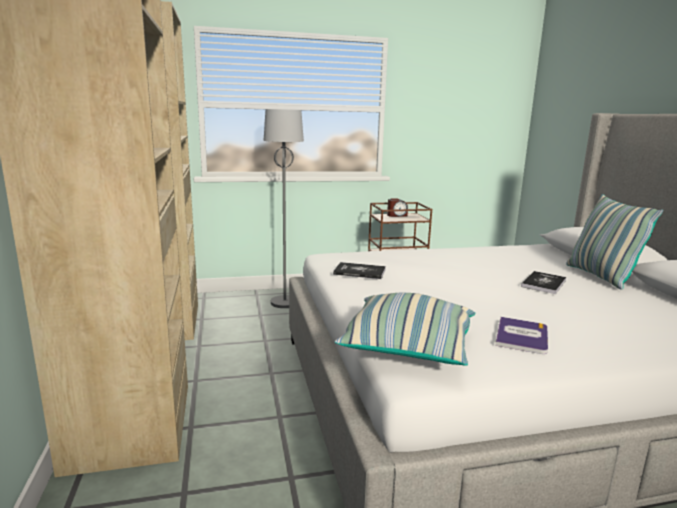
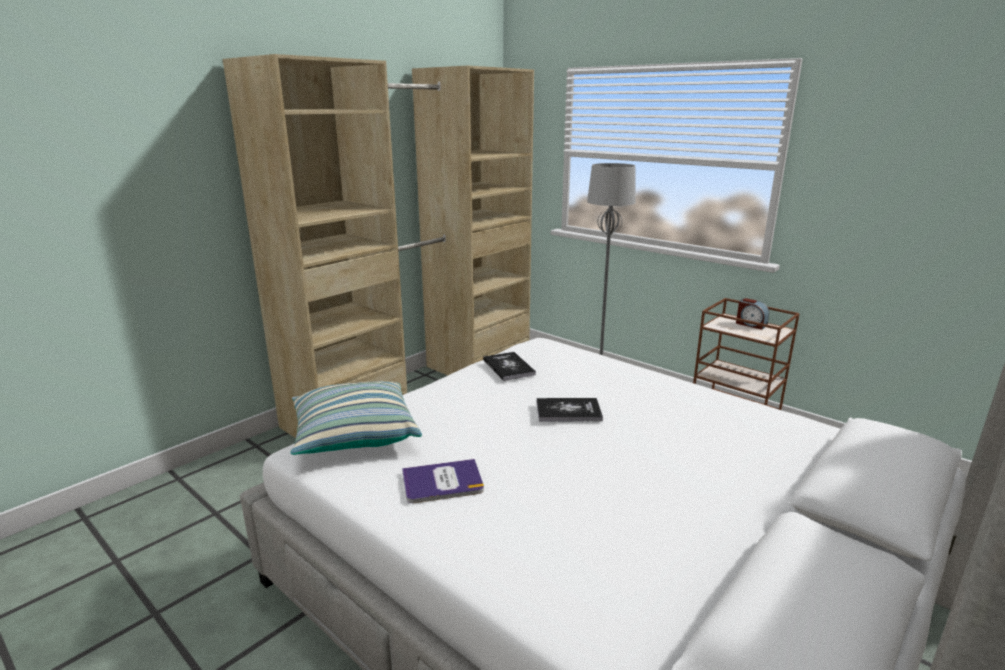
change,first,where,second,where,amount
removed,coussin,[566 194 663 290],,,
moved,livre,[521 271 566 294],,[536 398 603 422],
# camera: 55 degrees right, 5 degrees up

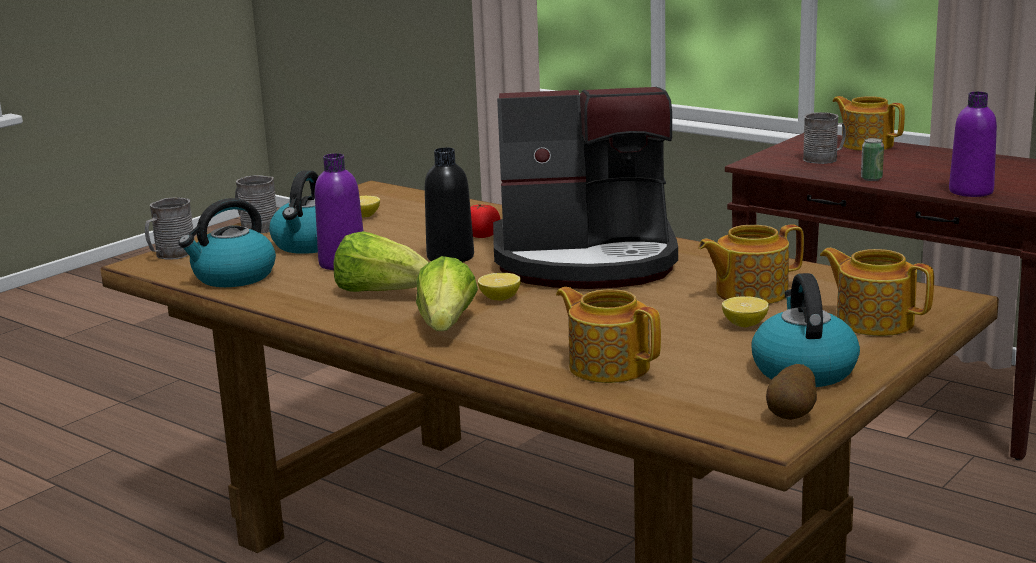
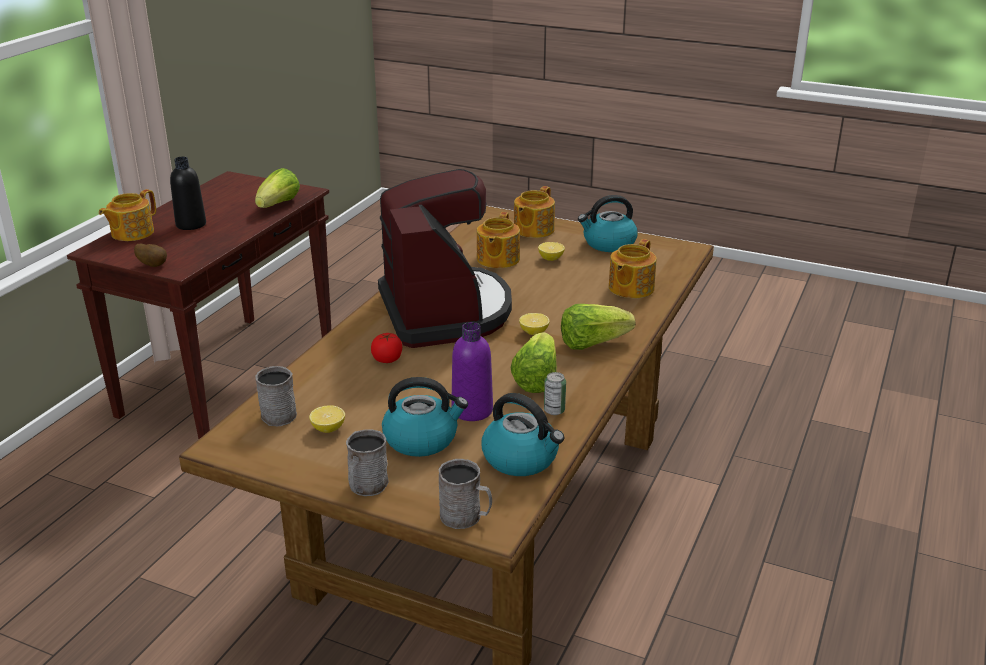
change,first,where,second,where,amount
moved,bouteille (noir),[425 147 474 262],,[170 157 206 230],
moved,pomme de terre,[766 364 817 420],,[134 243 167 267],
moved,mug (gris),[803 112 846 164],,[255 366 297 426],
moved,boîte métallique,[861 138 884 181],,[544 372 566 415],
replaced,bouteille (violet),[949 92 997 197],laitue,[255 168 300 208],
turned,théière,[698 224 804 304],,[477 212 520 268],45 degrees clockwise
# camera: 105 degrees left, 10 degrees up

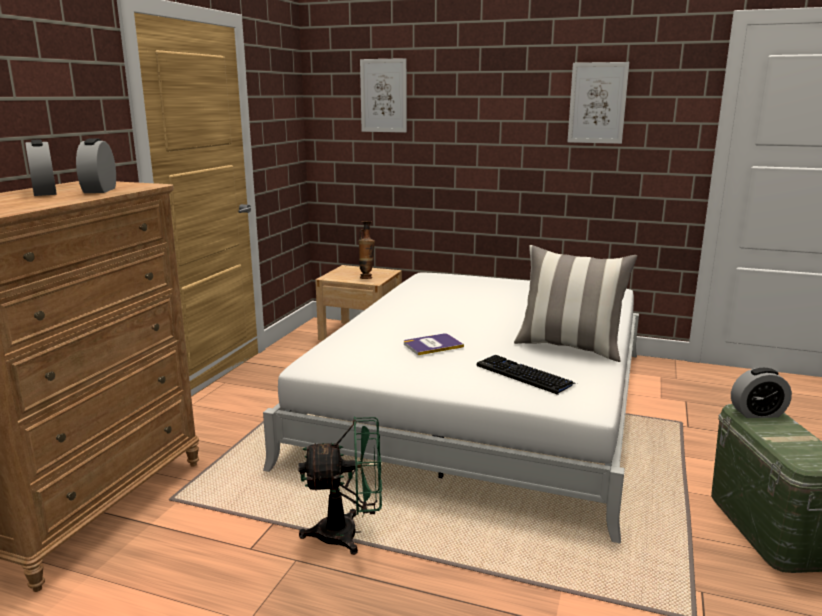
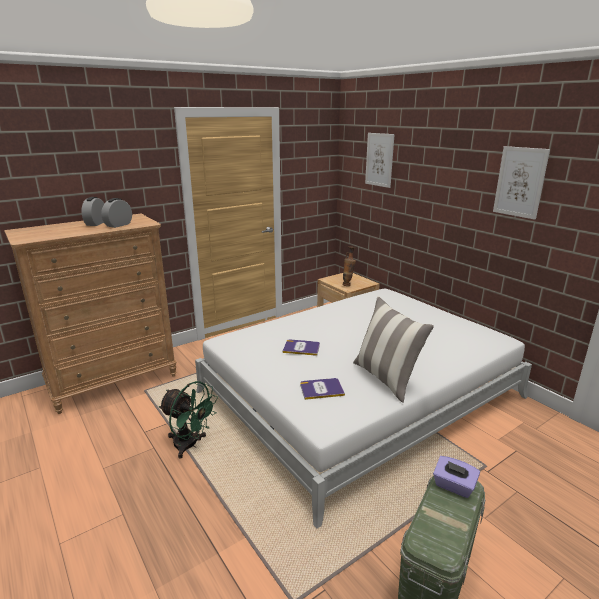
change,first,where,second,where,amount
replaced,clavier,[477 355 577 395],livre,[300 378 345 400],
replaced,réveil,[731 368 792 418],boîte à mouchoirs (violet),[433 456 480 498],
# camera: 35 degrees right, 5 degrees up

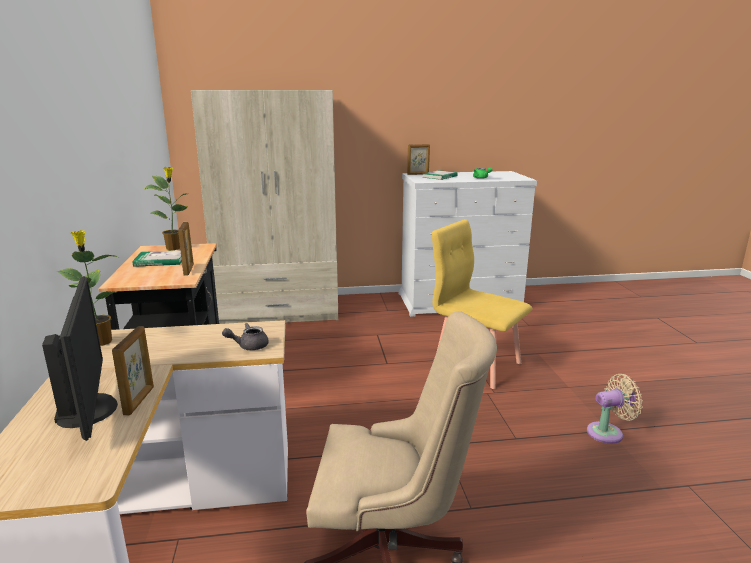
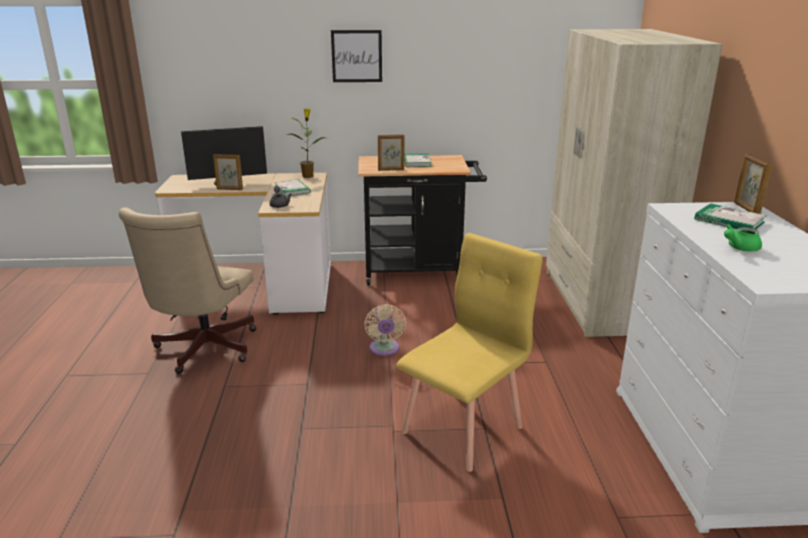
change,first,where,second,where,amount
removed,plante en pot,[144 167 188 250],,,
added,,,livre,[274 179 311 196],
added,,,tableau,[331 30 382 82],
moved,ventilateur (beige),[587 374 643 444],,[364 304 406 356],
# camera: 95 degrees right, 5 degrees up

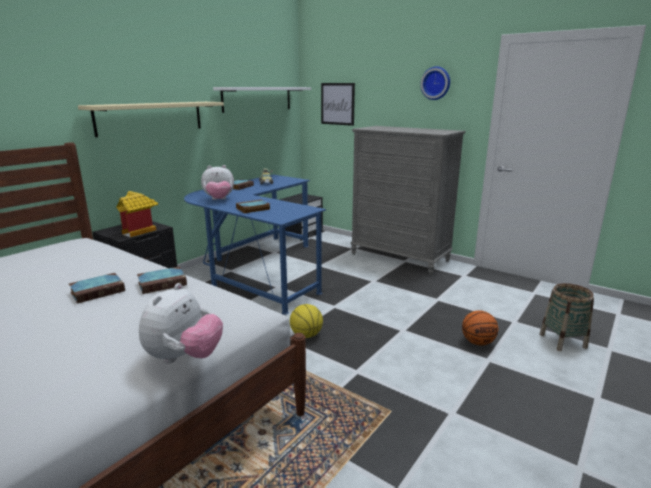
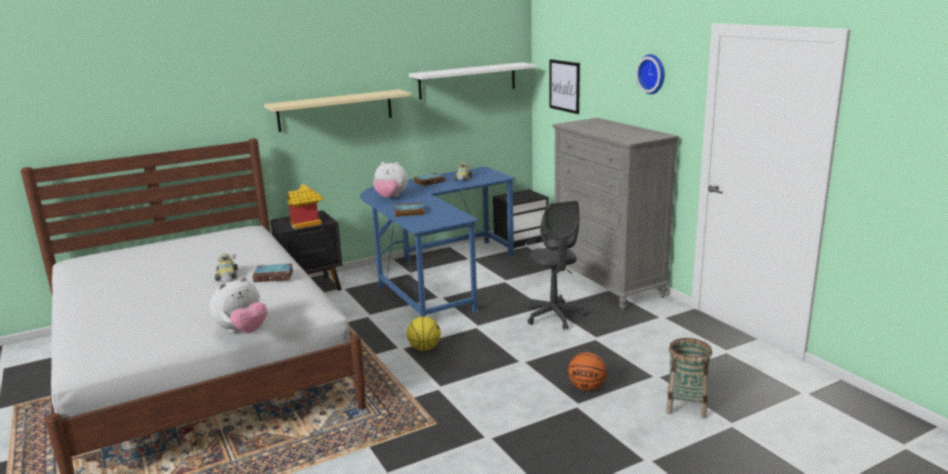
change,first,where,second,where,amount
added,,,chaise de bureau (gris),[527 201 586 330],
replaced,livre,[69 273 125 304],petite voiture,[215 253 238 281],
# camera: 25 degrees right, 0 degrees up

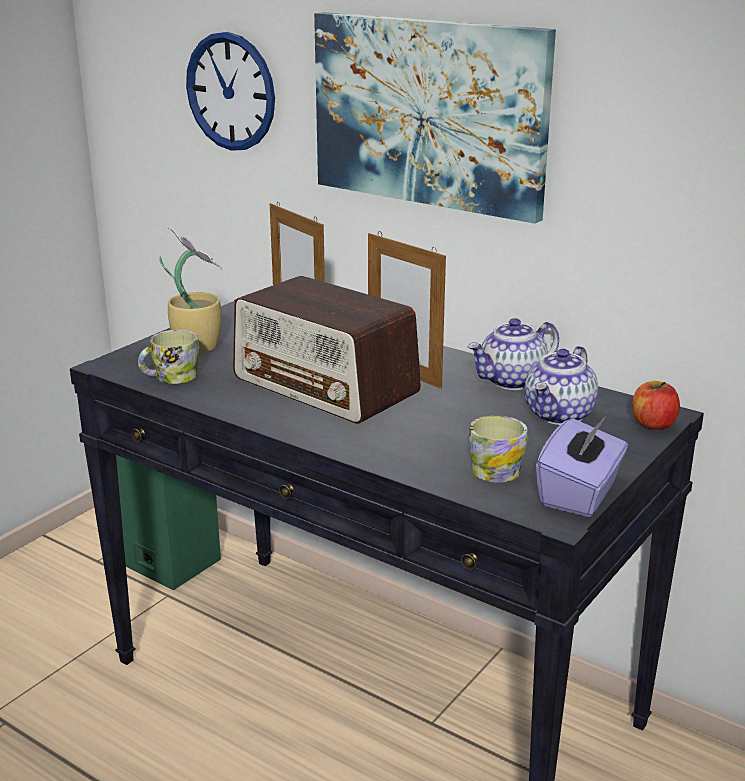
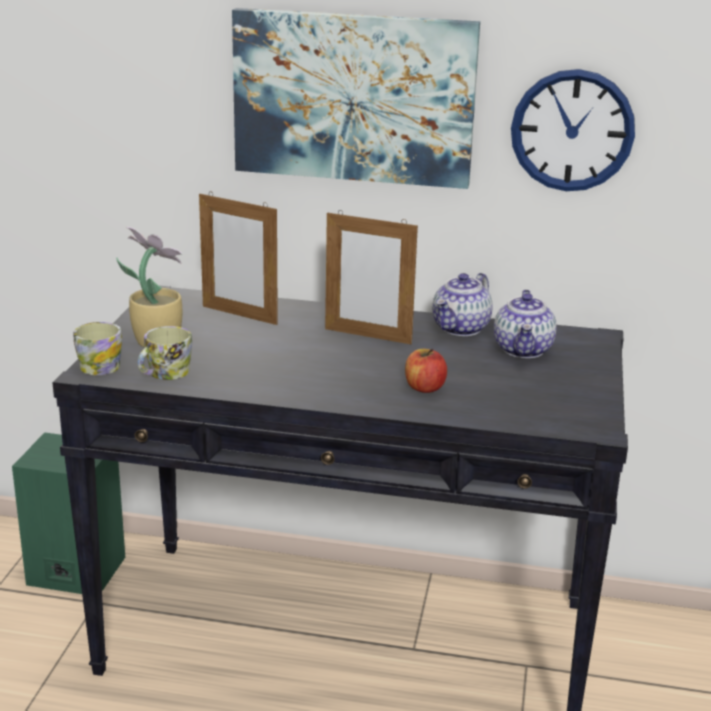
change,first,where,second,where,amount
removed,radio,[233 276 421 424],,,
removed,boîte à mouchoirs (violet),[536 416 628 517],,,
moved,horloge murale,[186 32 275 151],,[511 69 635 191],
moved,mug,[469 415 527 483],,[74 322 122 375],
moved,pomme,[632 381 680 430],,[405 349 447 393],
# camera: 25 degrees left, 0 degrees up

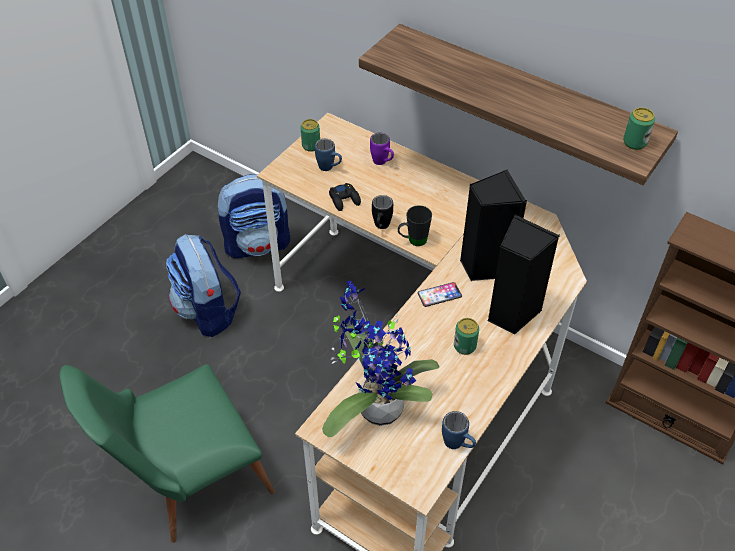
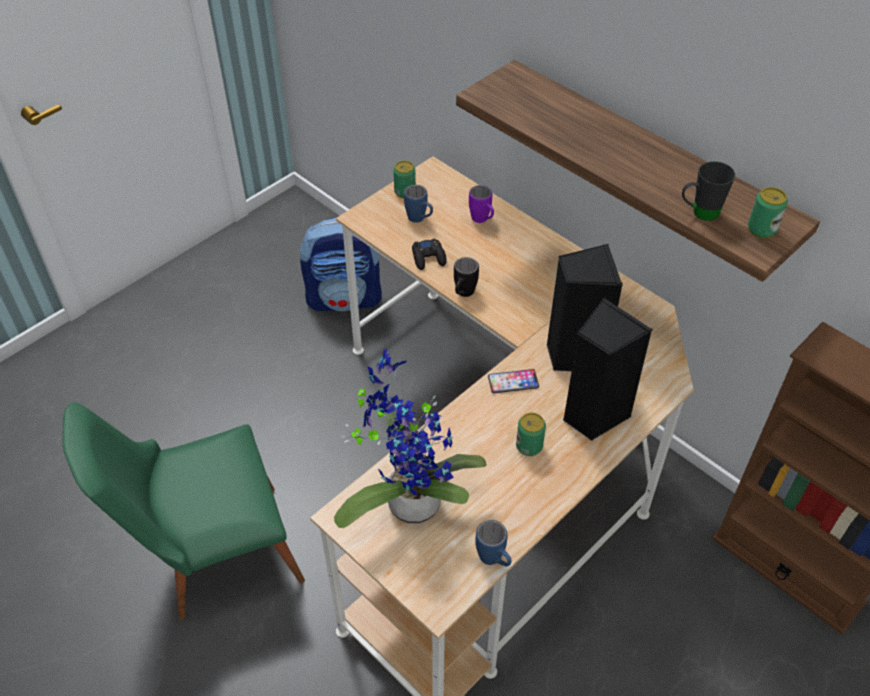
change,first,where,second,where,amount
removed,sac à dos,[166 234 241 337],,,
moved,mug (noir),[398 205 432 246],,[682 161 735 221],
# camera: 10 degrees right, 0 degrees up

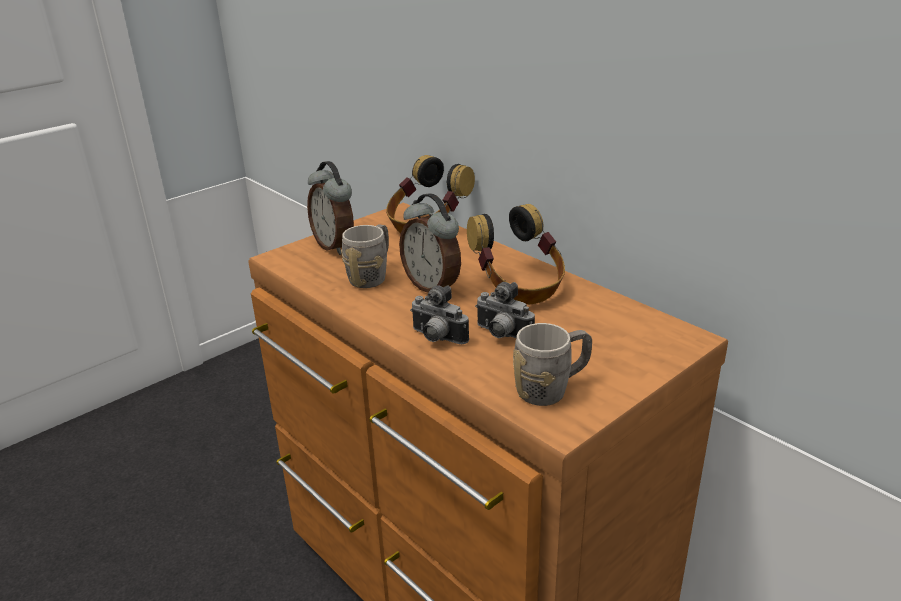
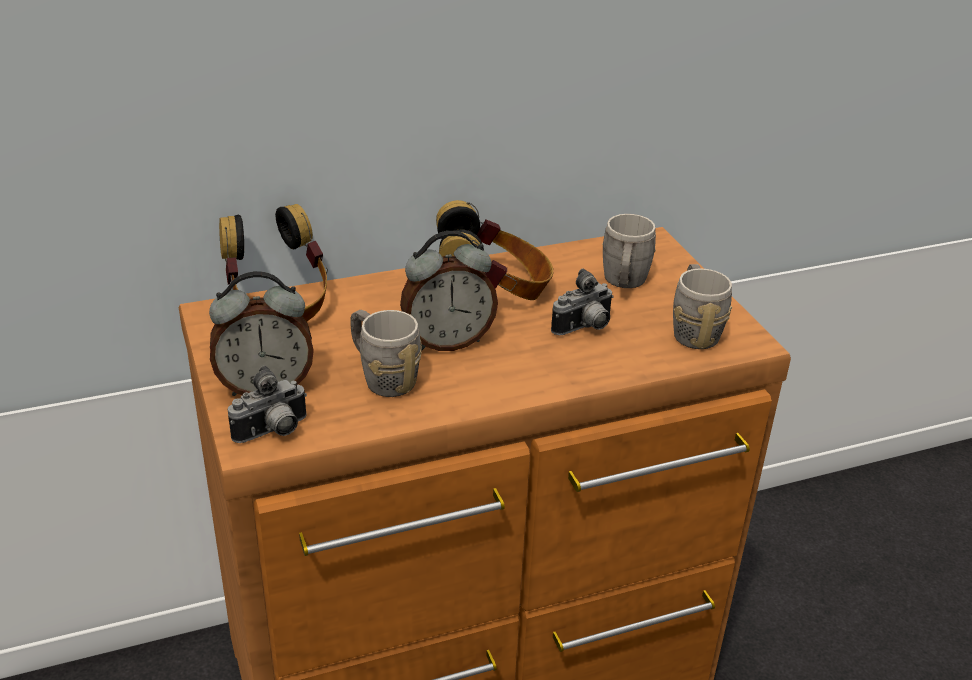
change,first,where,second,where,amount
added,,,mug (gris),[602 214 656 288],
moved,appareil photo,[410 285 469 344],,[228 365 307 443],
# camera: 70 degrees left, 5 degrees up

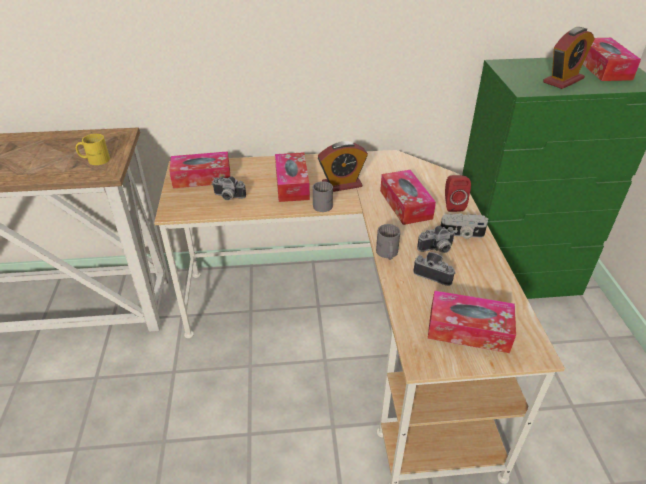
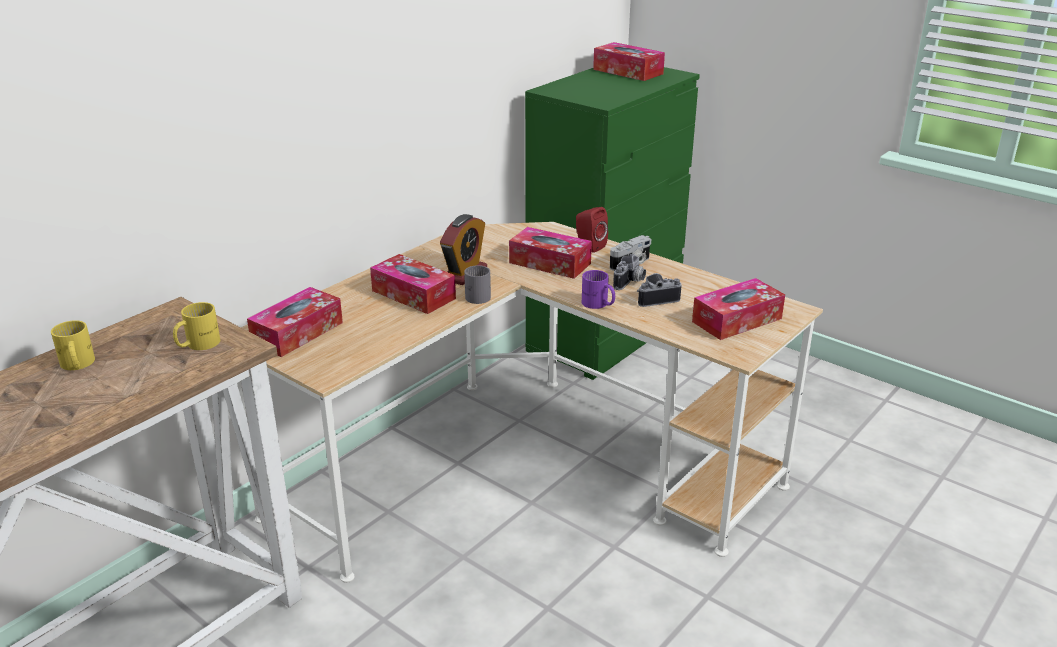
change,first,where,second,where,amount
removed,appareil photo,[212 176 246 200],,,
removed,réveil,[543 27 595 89],,,
added,,,mug (jaune),[51 320 95 370],
recoloured,mug (gris),[376 224 400 260],mug (violet),[582 270 615 309],
# camera: 45 degrees left, 10 degrees down

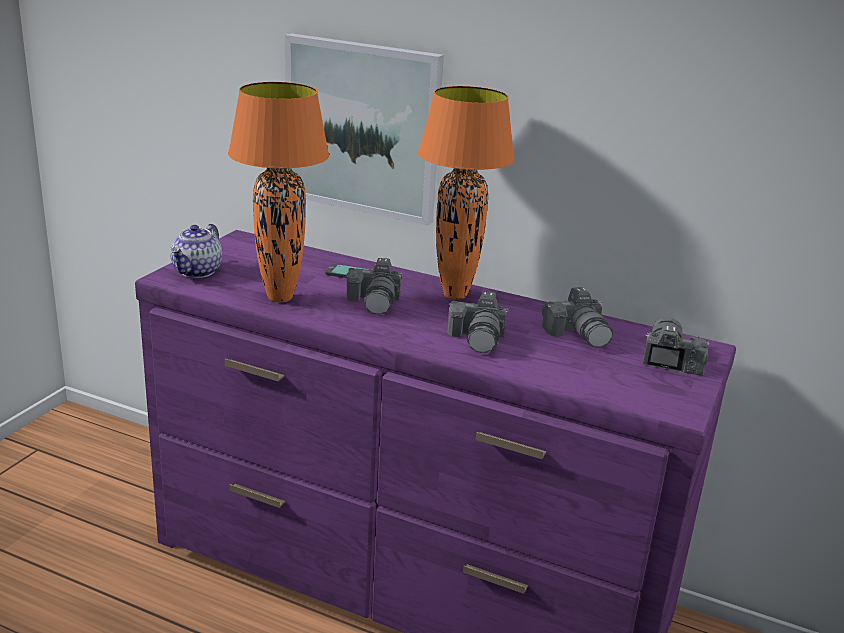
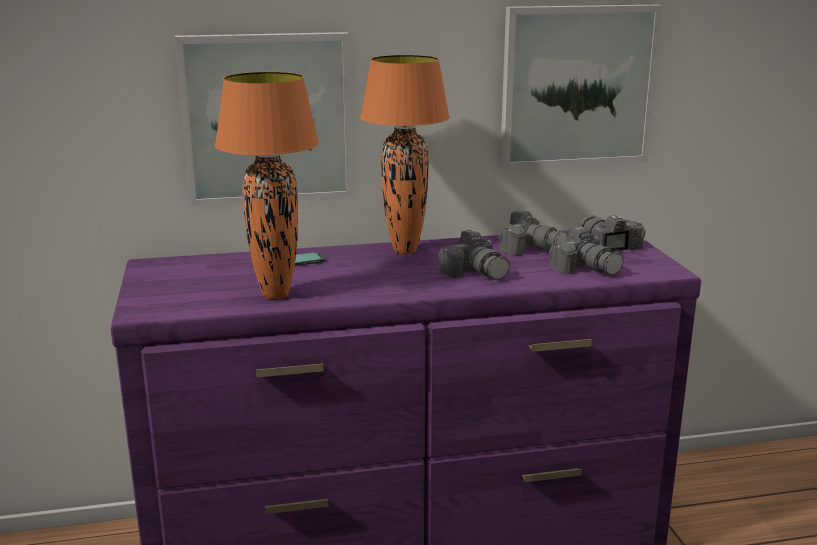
change,first,where,second,where,amount
removed,théière,[170 224 222 278],,,
added,,,tableau,[500 5 662 169],
moved,appareil photo,[346 258 402 314],,[549 227 623 275],
# camera: 35 degrees left, 5 degrees down

